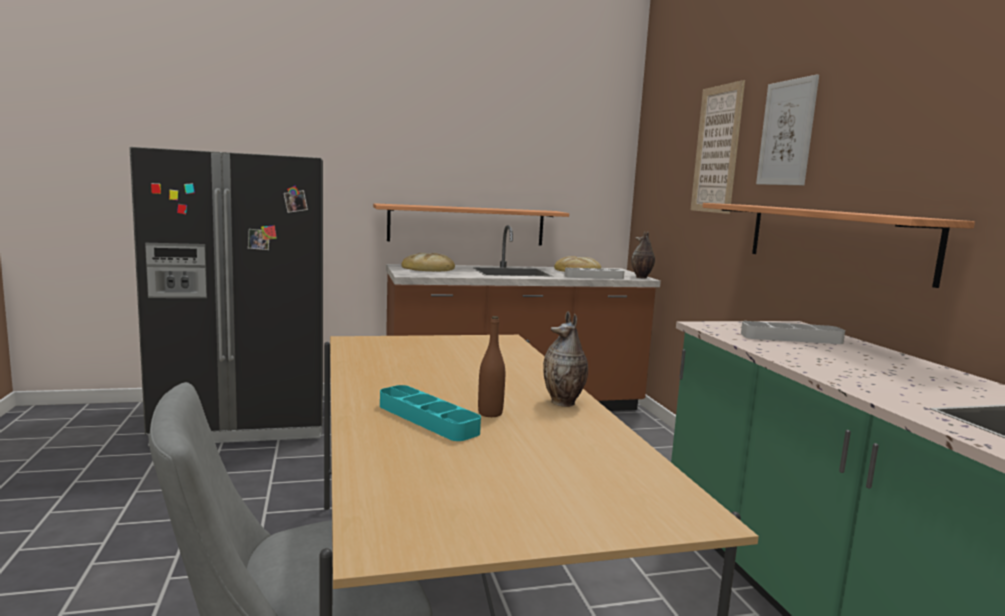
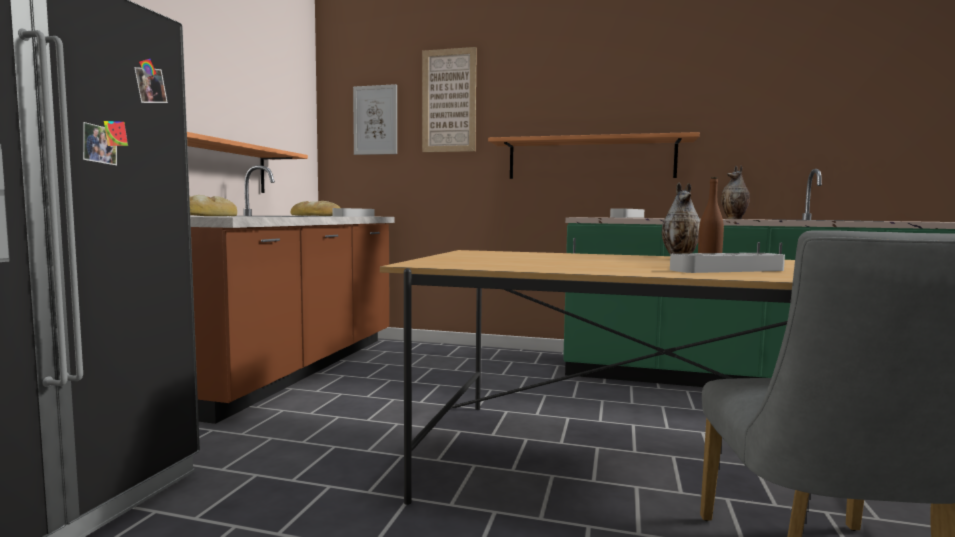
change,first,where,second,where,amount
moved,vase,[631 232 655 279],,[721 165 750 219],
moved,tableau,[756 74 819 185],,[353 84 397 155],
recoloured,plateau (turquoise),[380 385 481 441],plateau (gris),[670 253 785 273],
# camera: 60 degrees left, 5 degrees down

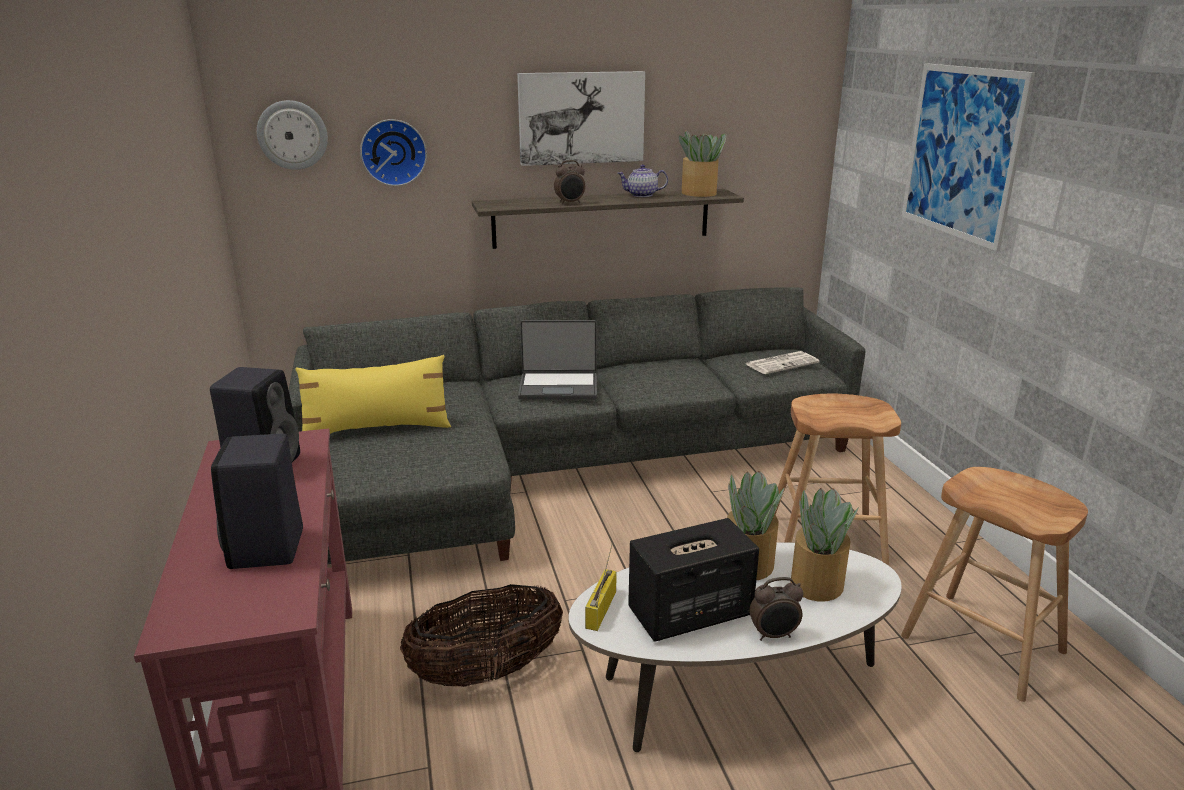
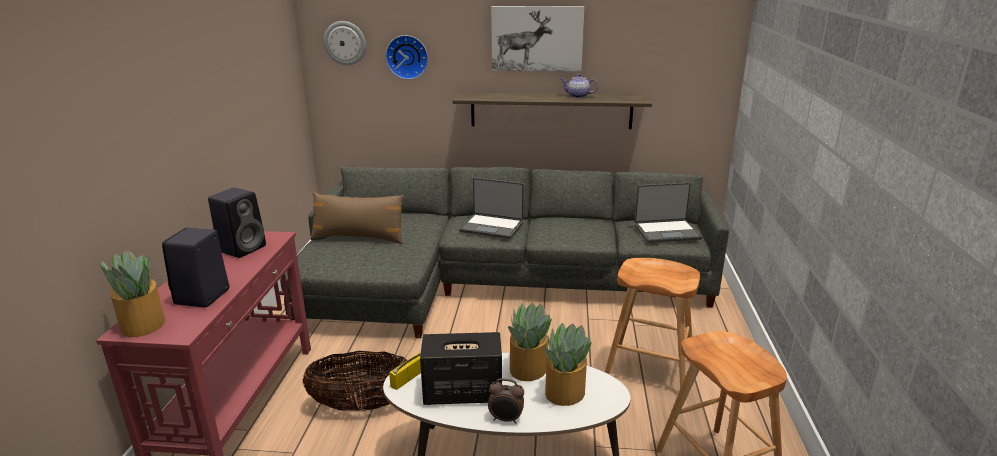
change,first,where,second,where,amount
removed,réveil,[554 160 585 204],,,
removed,tableau,[902 63 1035 251],,,
moved,plante en pot,[679 130 726 197],,[101 250 165 337],
replaced,journal,[746 351 819 374],ordinateur portable,[634 182 702 243],
recoloured,coussin (jaune),[295 355 451 434],coussin (marron),[310 192 404 244],
# camera: 20 degrees right, 0 degrees up

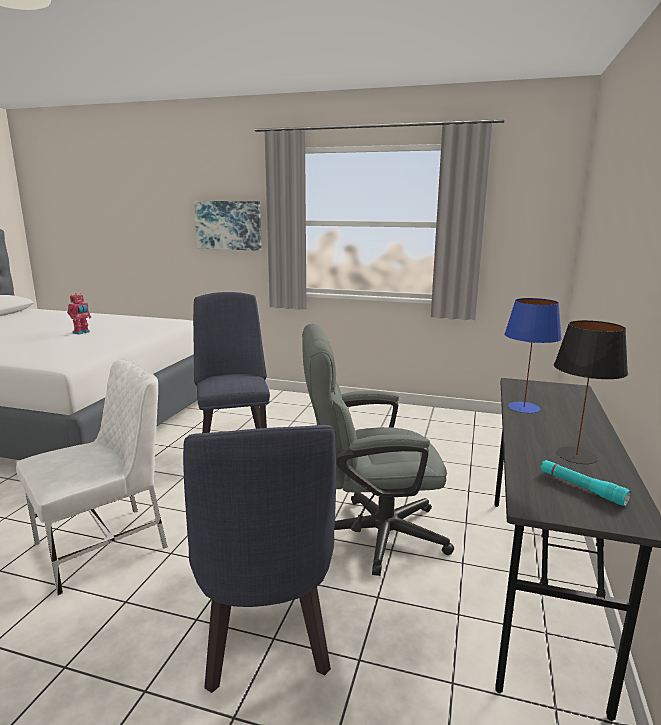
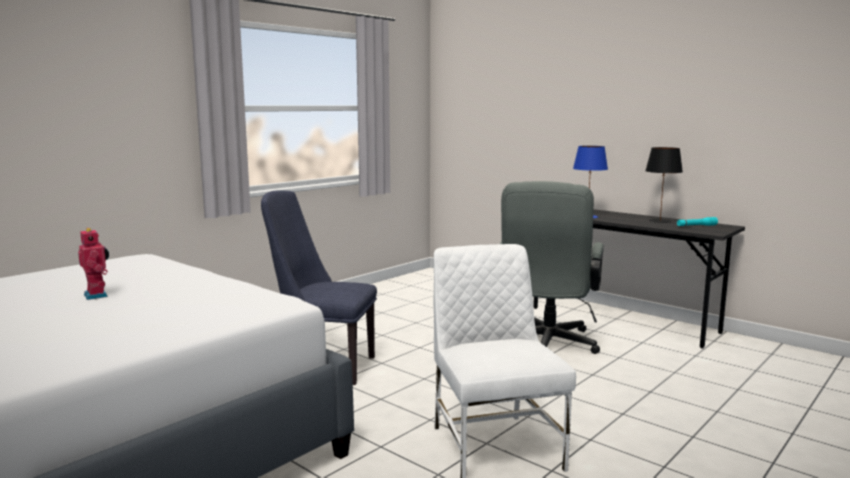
change,first,where,second,where,amount
removed,chaise (bleu),[183 425 337 693],,,
removed,tableau,[194 201 262 251],,,
# camera: 65 degrees left, 5 degrees down

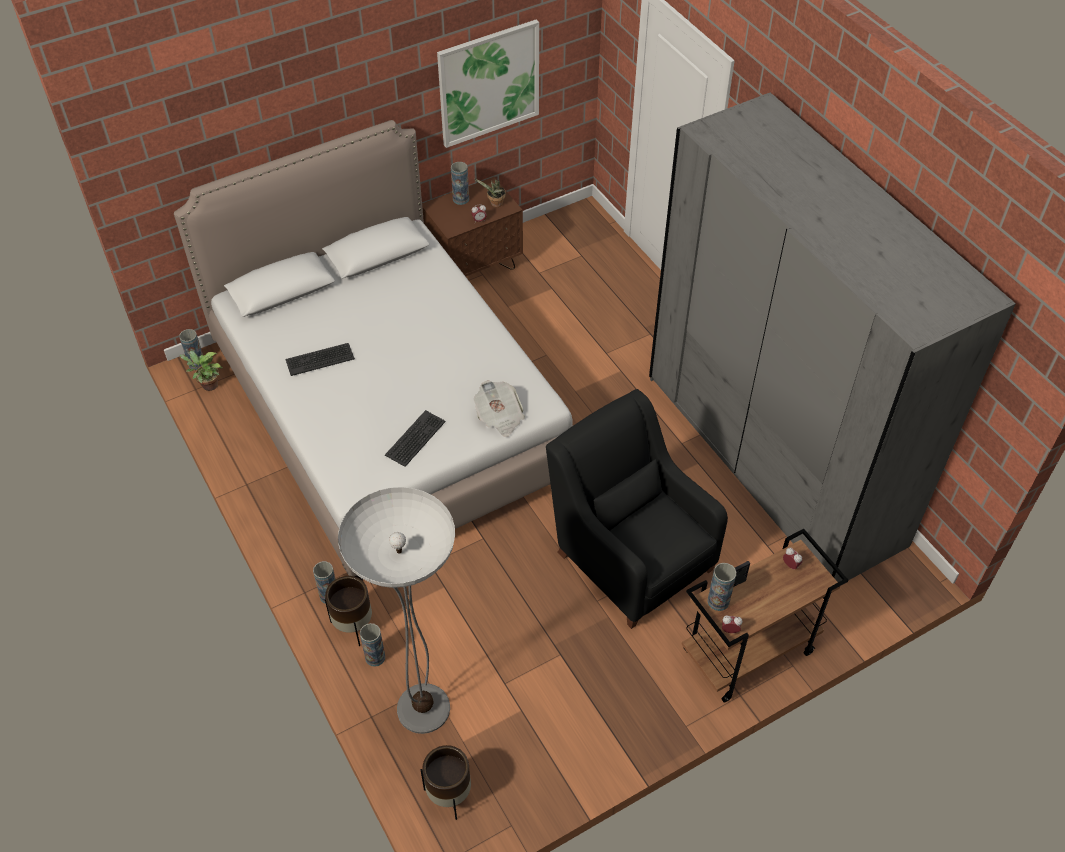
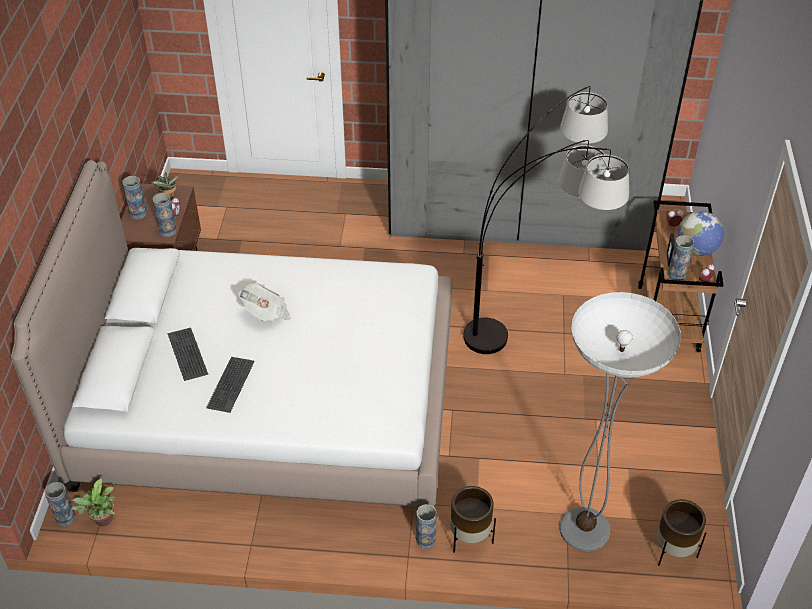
change,first,where,second,where,amount
removed,tableau,[437 19 539 148],,,
added,,,globe,[678 211 724 256],
moved,vase,[360 623 385 667],,[153 193 177 237],
moved,clavier,[385 410 446 467],,[168 328 208 381],
moved,journal,[474 380 525 437],,[238 283 290 322],
replaced,fauteuil (noir),[546 389 728 629],lampadaire,[463 86 629 354],
# camera: 55 degrees left, 5 degrees down

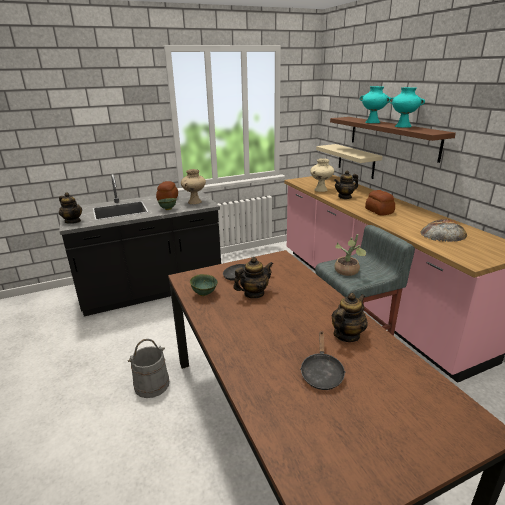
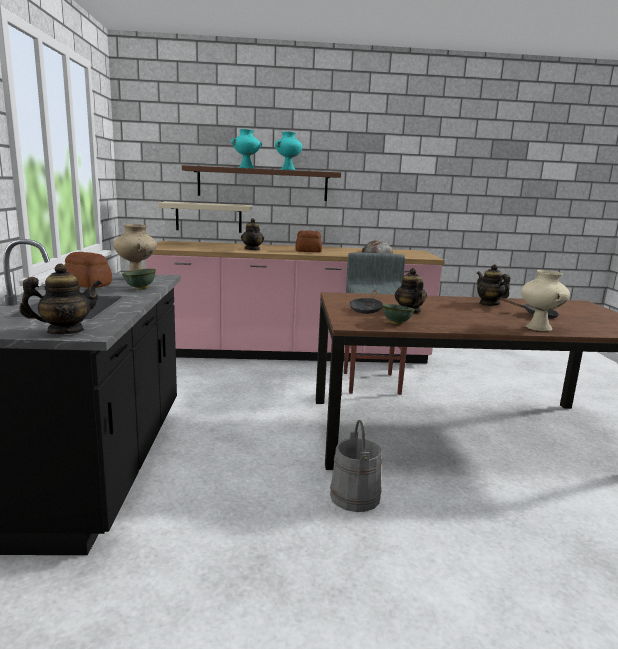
change,first,where,second,where,amount
removed,plante en pot,[334 234 366 276],,,
moved,vase (beige),[310 158 334 192],,[521 270 570 331],
# camera: 70 degrees left, 10 degrees down

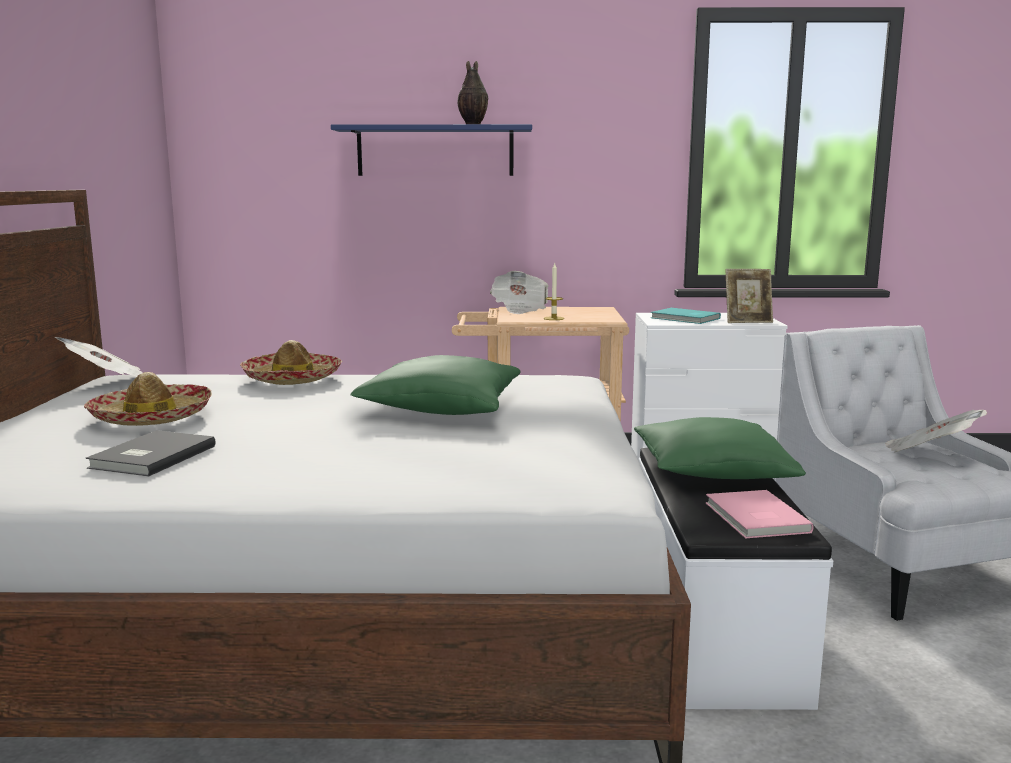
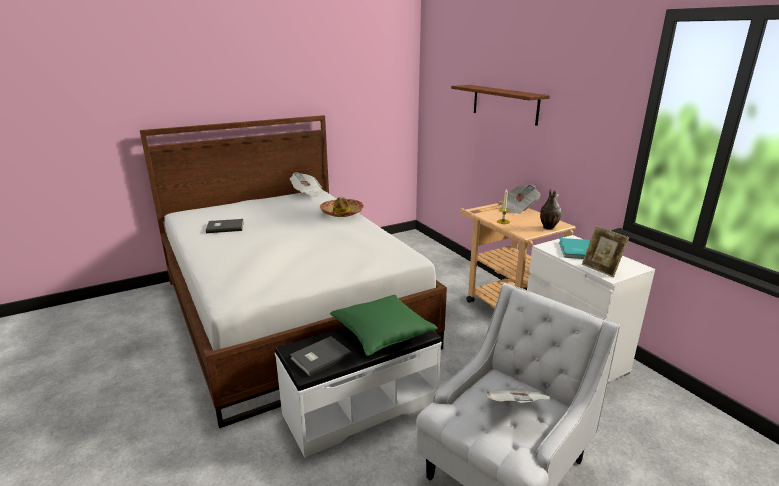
change,first,where,second,where,amount
removed,chapeau,[84 372 212 426],,,
removed,coussin (vert),[350 355 521 415],,,
moved,vase,[458 61 488 124],,[540 189 561 230],
recoloured,étagère (bleu),[331 124 532 176],étagère (marron),[451 85 550 126],
recoloured,livre (rose),[705 490 814 539],livre (gris),[290 336 352 376],
# camera: 60 degrees right, 10 degrees up

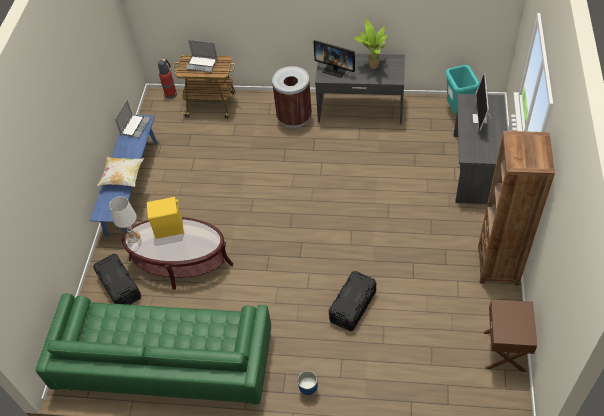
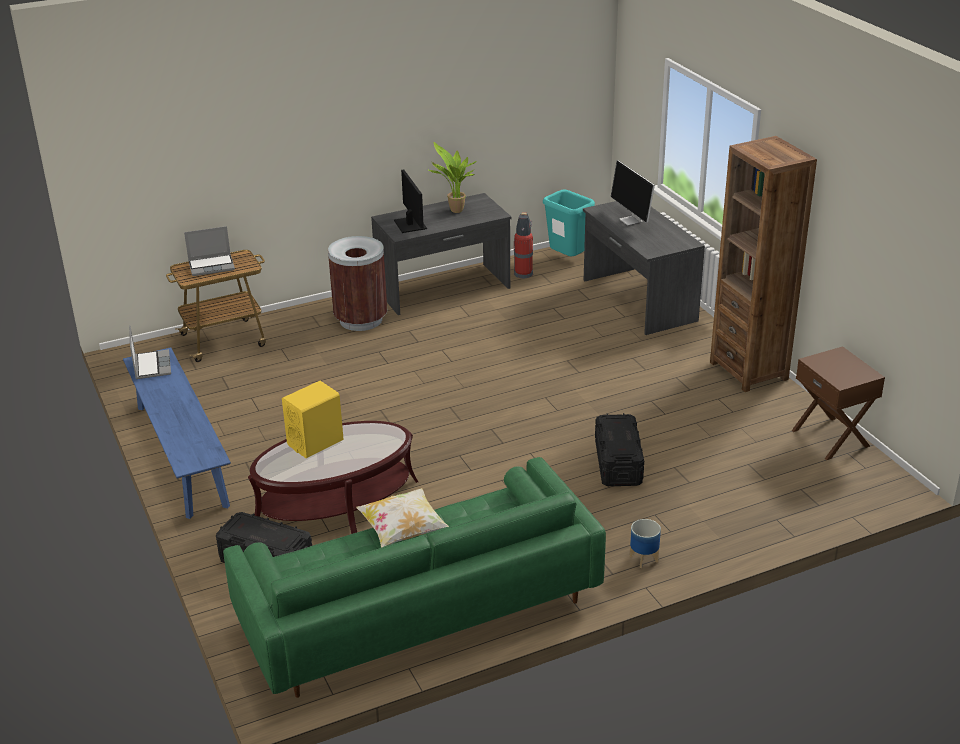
change,first,where,second,where,amount
removed,lampe de table (blanc),[109 196 140 243],,,
moved,coussin,[97 157 144 187],,[356 488 449 547],
moved,extincteur,[158 58 177 99],,[514 212 533 278],
turned,écran d'ordinateur,[313 40 355 78],,[394 169 427 233],105 degrees counterclockwise
# camera: 35 degrees left, 20 degrees down

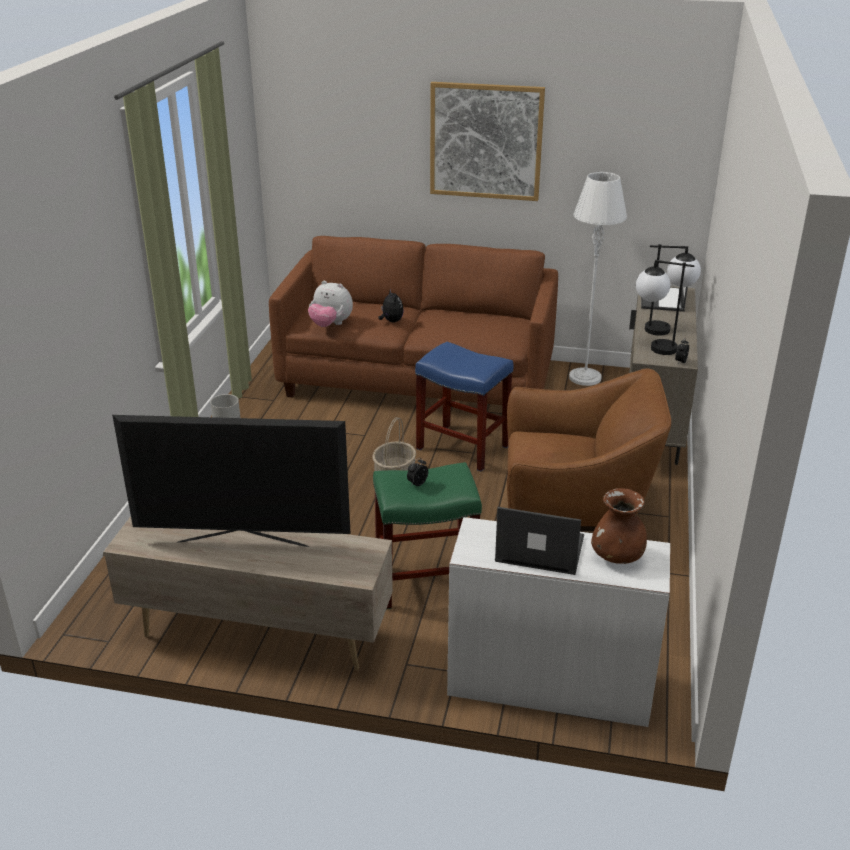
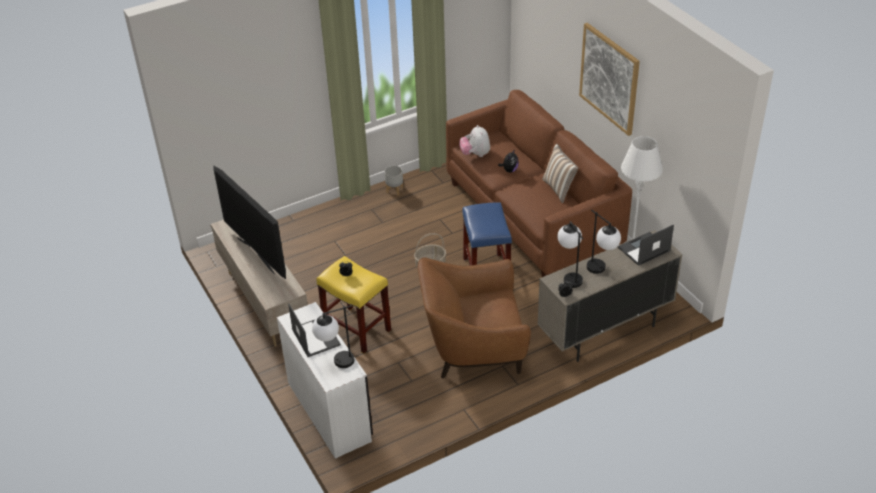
change,first,where,second,where,amount
added,,,coussin,[542 144 578 203],
replaced,vase (marron),[591 488 647 564],lampe de table,[312 305 354 368],
recoloured,tabouret (vert),[373 462 482 609],tabouret (jaune),[316 256 391 353],
turned,fauteuil (marron),[507 368 671 531],,[418 257 531 379],120 degrees clockwise
# camera: 50 degrees right, 10 degrees up

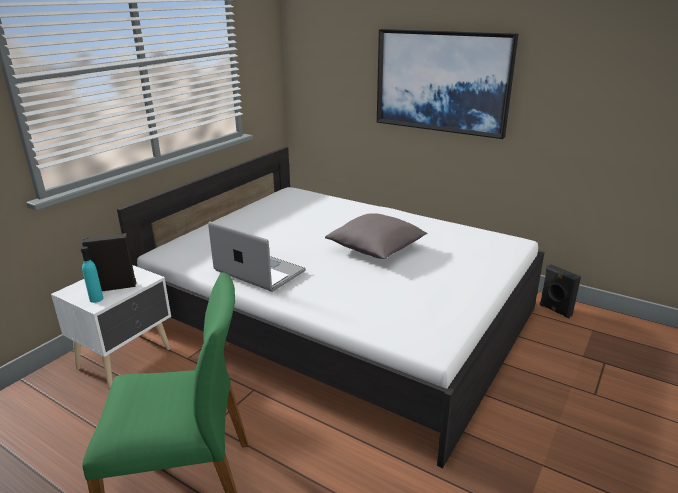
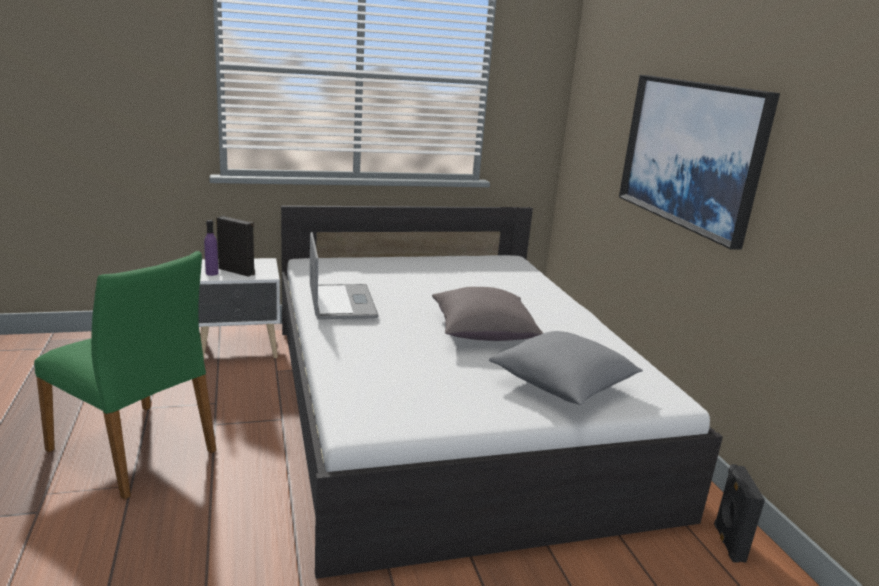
change,first,where,second,where,amount
added,,,coussin (gris),[489 331 643 405],
recoloured,bouteille (turquoise),[81 246 103 303],bouteille (violet),[204 220 219 276],
# camera: 40 degrees right, 5 degrees down

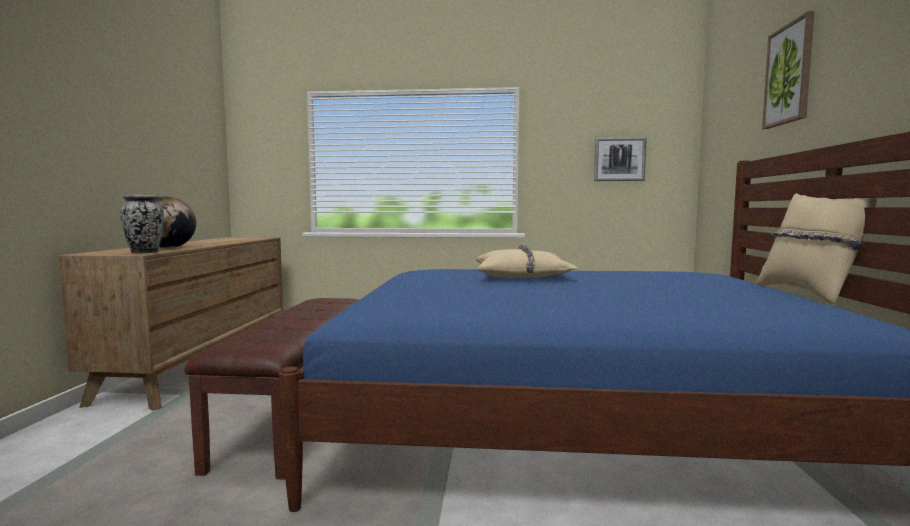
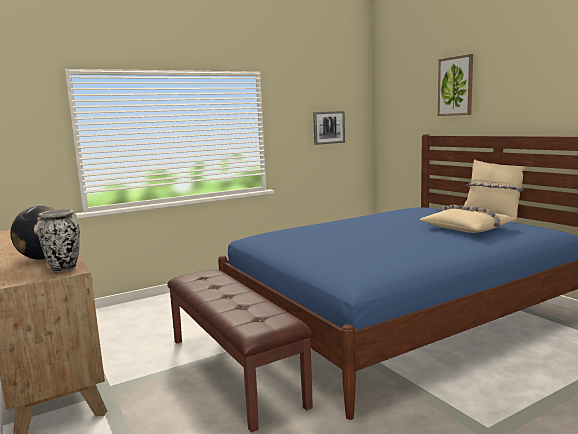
change,first,where,second,where,amount
moved,coussin (beige),[476 244 578 278],,[419 205 515 233],
# camera: 35 degrees left, 5 degrees up

